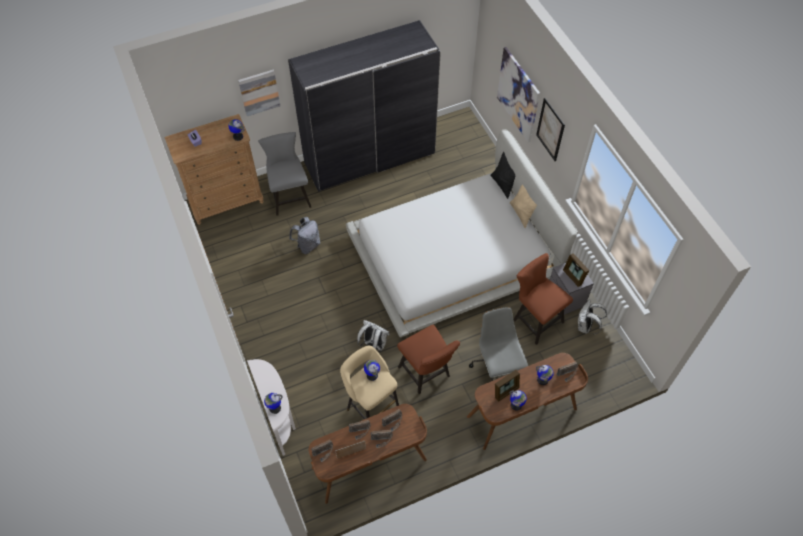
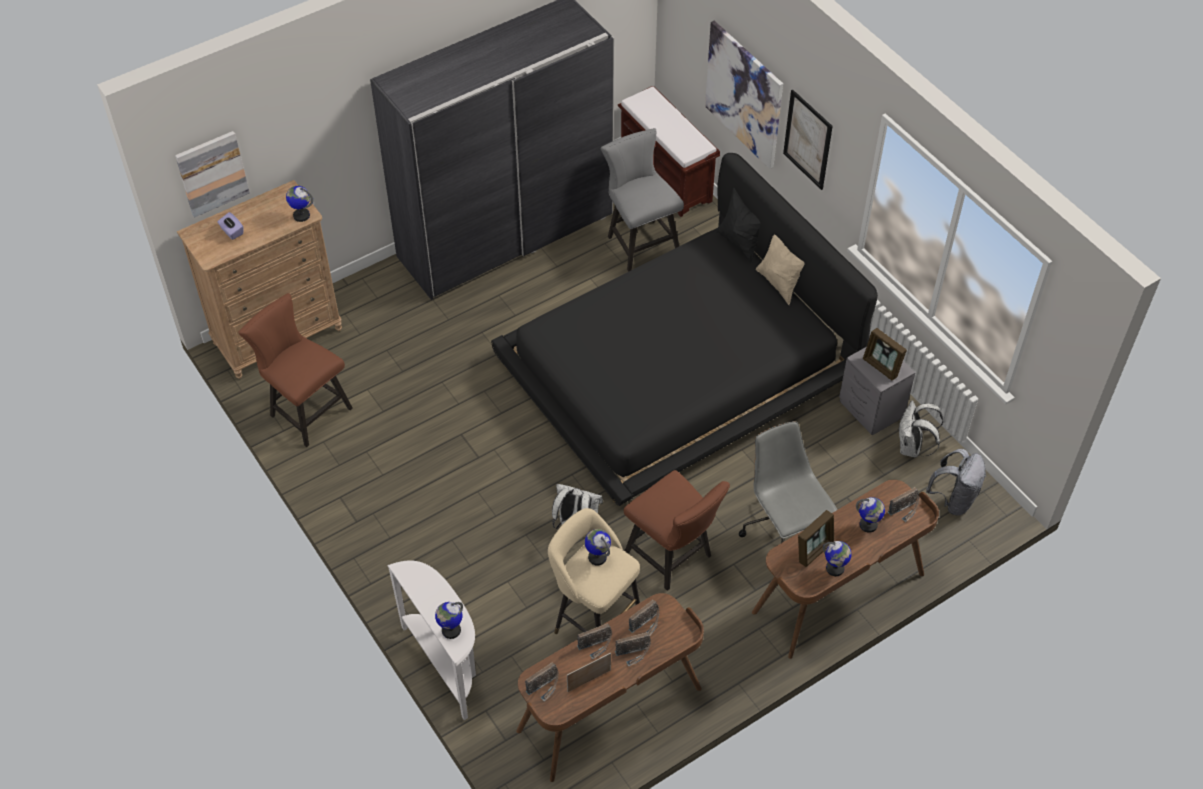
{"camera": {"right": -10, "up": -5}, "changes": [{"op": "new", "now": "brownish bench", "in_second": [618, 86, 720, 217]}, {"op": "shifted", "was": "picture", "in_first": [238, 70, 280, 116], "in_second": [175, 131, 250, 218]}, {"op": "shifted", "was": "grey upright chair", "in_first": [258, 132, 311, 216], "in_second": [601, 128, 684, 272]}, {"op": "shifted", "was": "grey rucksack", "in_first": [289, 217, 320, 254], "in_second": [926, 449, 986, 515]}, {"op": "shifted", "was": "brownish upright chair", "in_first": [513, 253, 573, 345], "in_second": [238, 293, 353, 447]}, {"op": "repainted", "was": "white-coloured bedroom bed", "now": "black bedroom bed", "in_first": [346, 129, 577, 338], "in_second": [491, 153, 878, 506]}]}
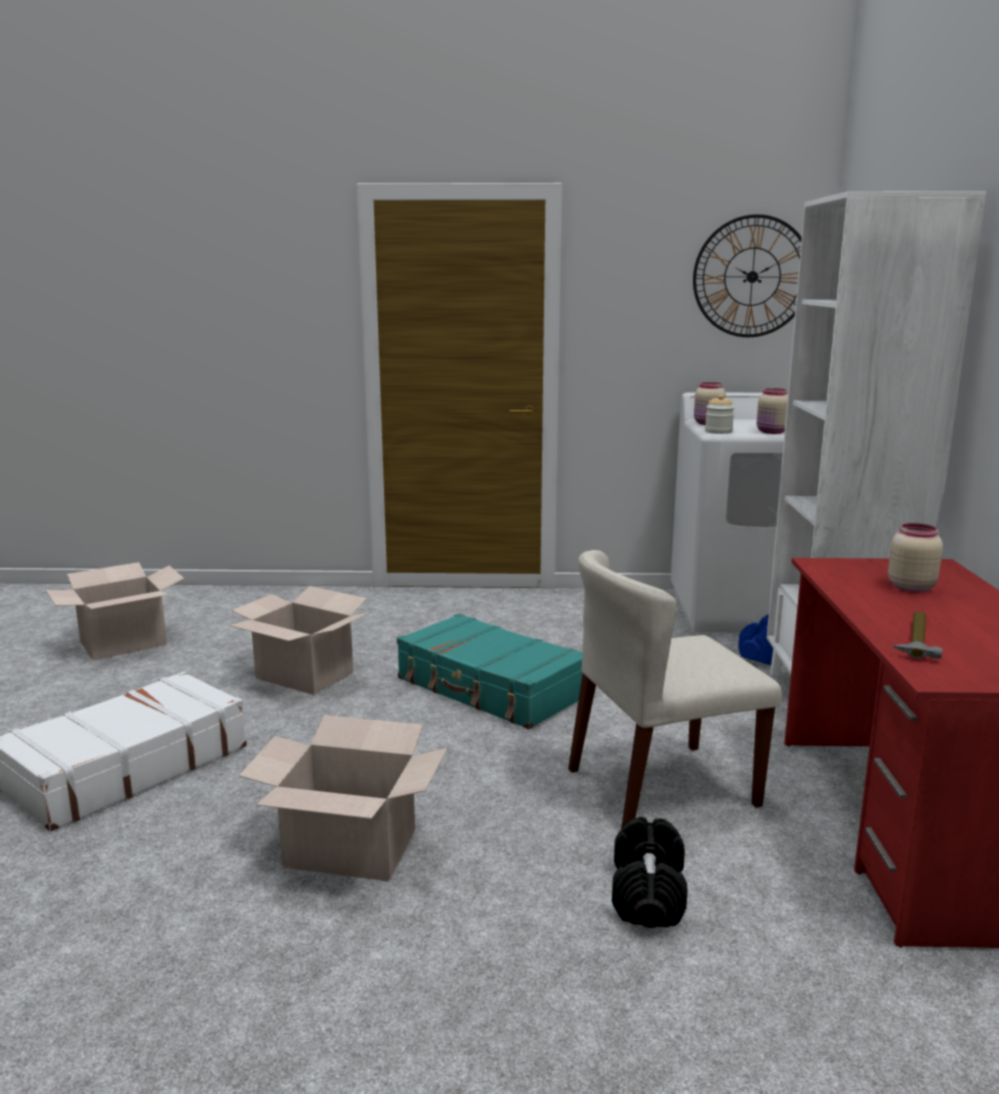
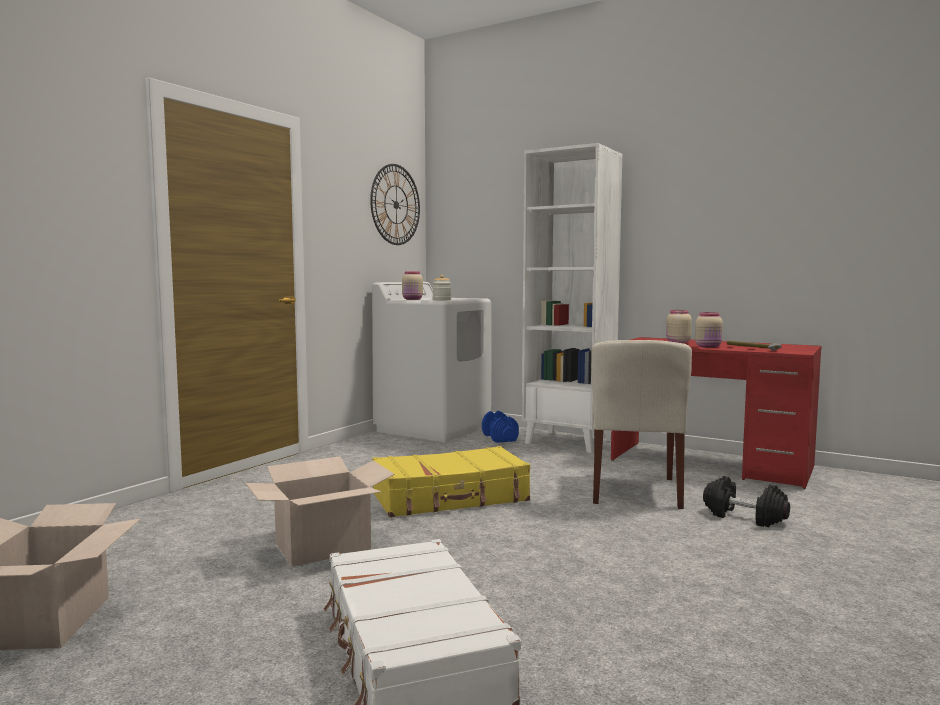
{"camera": {"right": -60, "up": -10}, "changes": [{"op": "gone", "was": "carton", "in_first": [239, 715, 448, 881]}, {"op": "shifted", "was": "beige-coloured preserve jar", "in_first": [757, 388, 788, 434], "in_second": [695, 312, 723, 348]}, {"op": "repainted", "was": "turquoise travel case", "now": "yellowish travel case", "in_first": [397, 613, 583, 729], "in_second": [372, 446, 530, 517]}]}
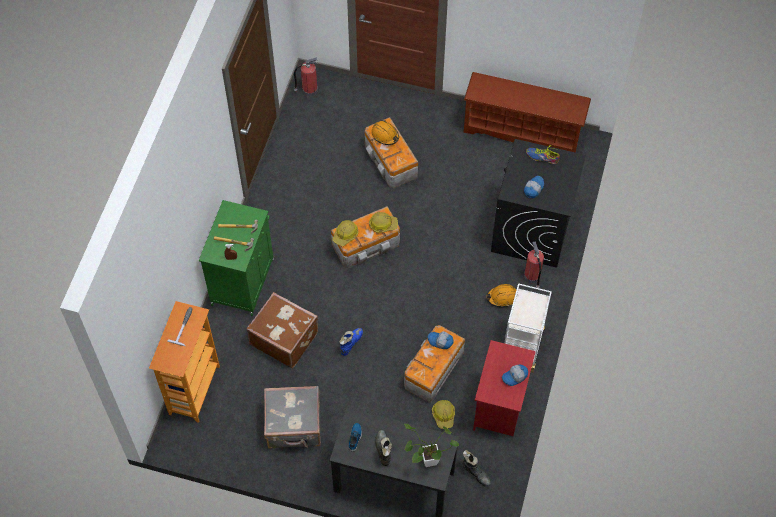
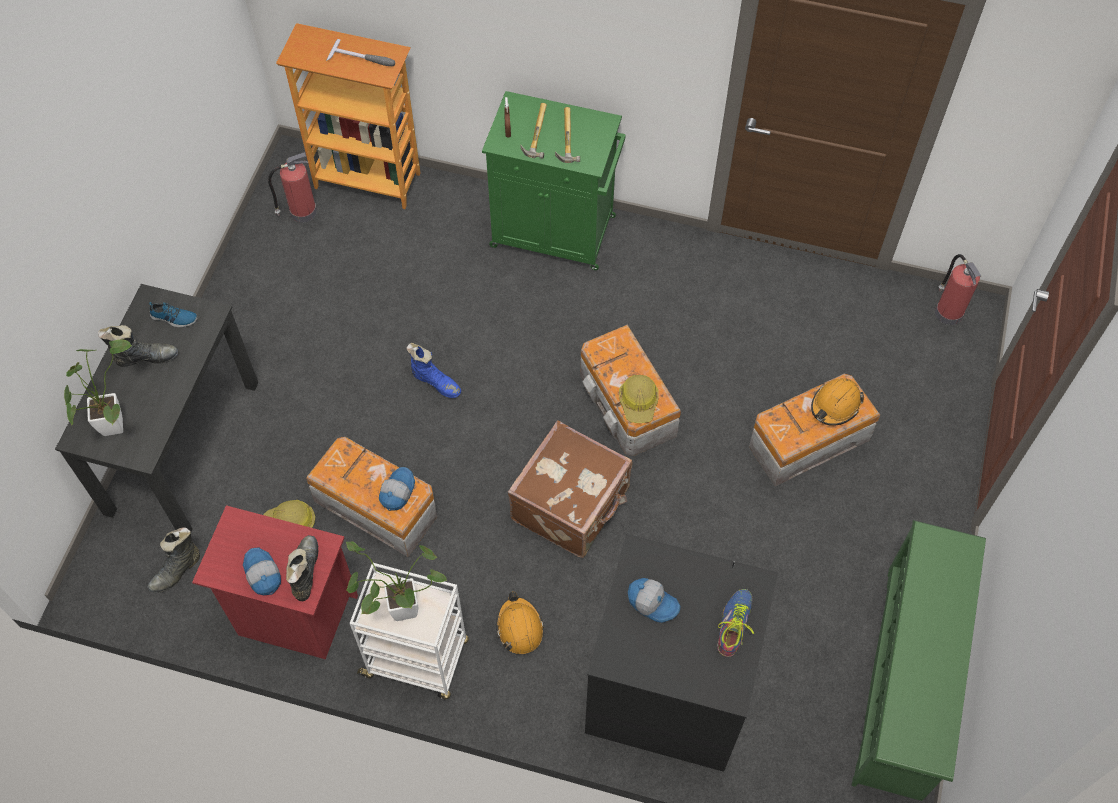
{"camera": {"right": 90, "up": 0}, "changes": [{"op": "gone", "was": "grey travel case", "in_first": [264, 386, 321, 449]}, {"op": "gone", "was": "work helmet", "in_first": [333, 220, 358, 246]}, {"op": "new", "now": "black tall boot", "in_second": [286, 535, 318, 601]}, {"op": "new", "now": "plant in a pot", "in_second": [346, 541, 447, 621]}, {"op": "shifted", "was": "brownish travel case", "in_first": [246, 292, 318, 368], "in_second": [508, 420, 633, 558]}, {"op": "shifted", "was": "fire-fighting cylinder", "in_first": [524, 241, 544, 288], "in_second": [268, 152, 317, 222]}, {"op": "repainted", "was": "brownish shoe rack", "now": "green shoe rack", "in_first": [464, 72, 591, 153], "in_second": [851, 520, 986, 801]}]}
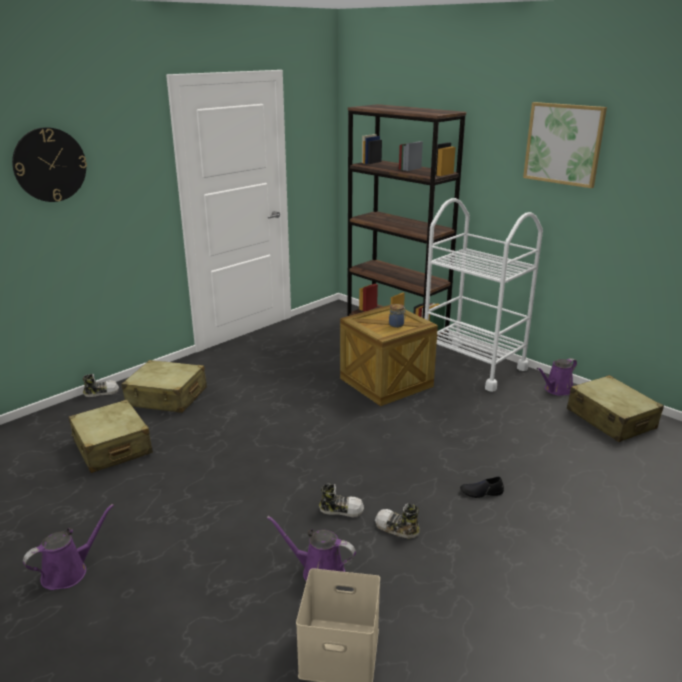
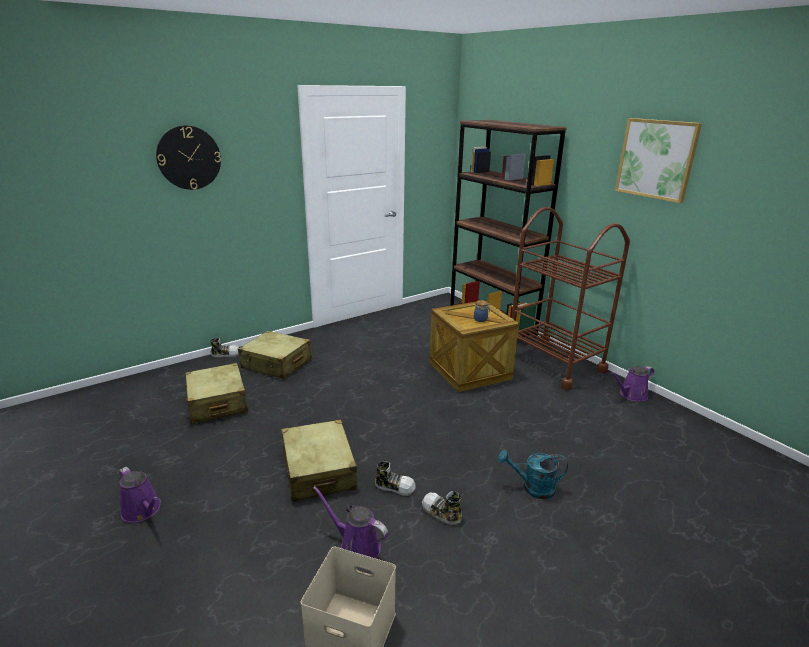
{"camera": {"right": 10, "up": 0}, "changes": [{"op": "shifted", "was": "beige-coloured travel case", "in_first": [567, 375, 664, 442], "in_second": [281, 419, 357, 502]}, {"op": "swapped", "was": "black item of footwear", "now": "turquoise watering can", "in_first": [460, 477, 504, 498], "in_second": [498, 450, 568, 499]}, {"op": "repainted", "was": "white-coloured wheeled cart", "now": "brownish wheeled cart", "in_first": [425, 198, 543, 392], "in_second": [512, 207, 630, 390]}, {"op": "rotated", "was": "purplish watering can", "in_first": [23, 504, 114, 590], "in_second": [119, 467, 161, 523], "clockwise": 75}]}
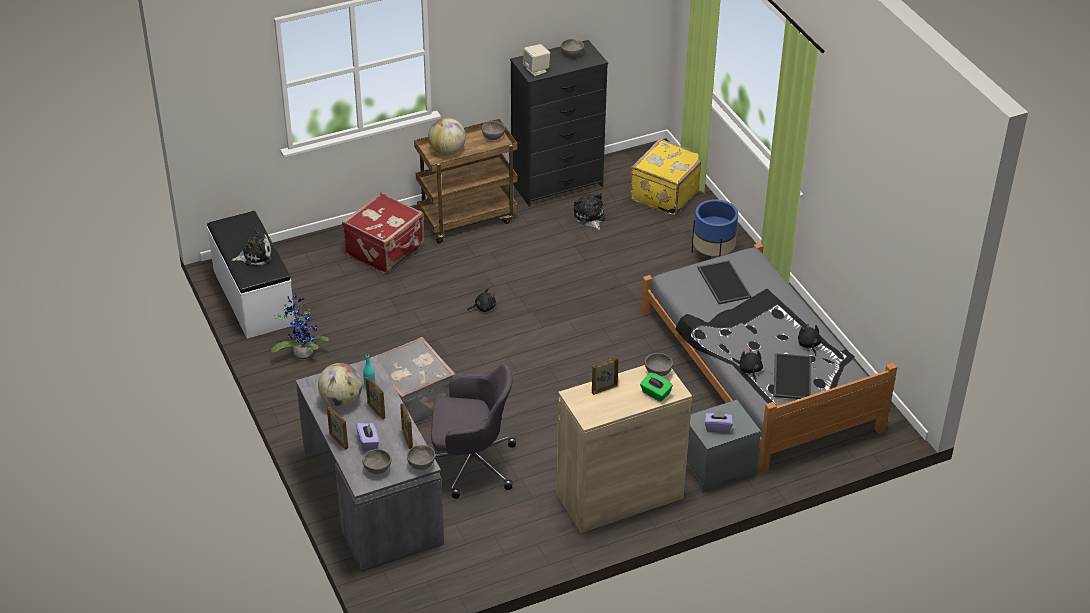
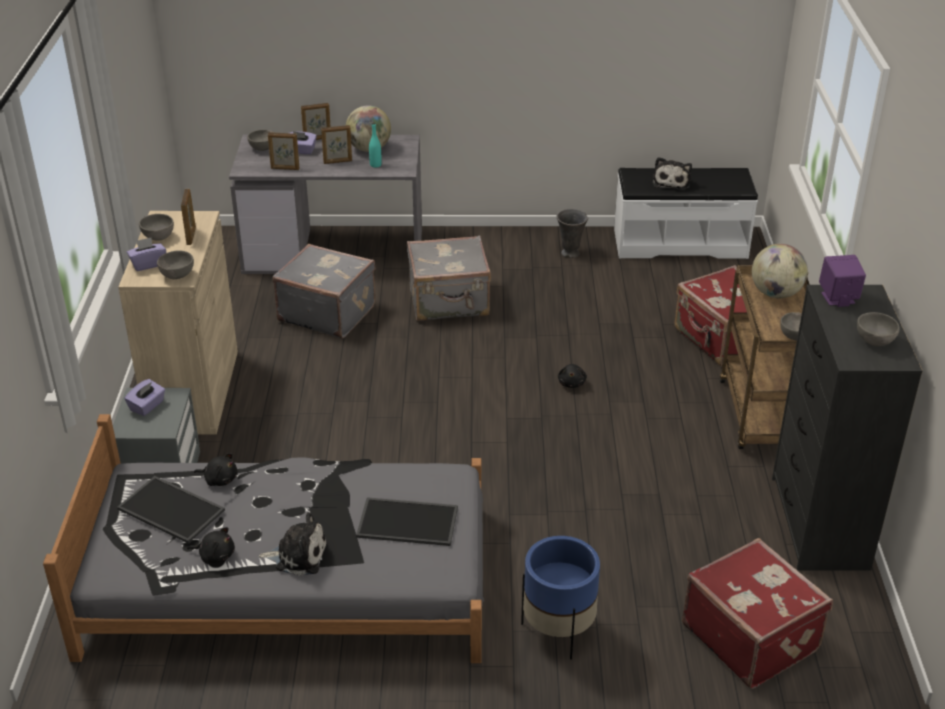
{"camera": {"right": 115, "up": -5}, "changes": [{"op": "shifted", "was": "grey deep dish", "in_first": [407, 445, 435, 470], "in_second": [139, 214, 174, 241]}, {"op": "shifted", "was": "cuddly toy", "in_first": [573, 193, 605, 230], "in_second": [259, 512, 328, 576]}, {"op": "swapped", "was": "plant in a pot", "now": "grey vase", "in_first": [271, 293, 329, 360], "in_second": [557, 209, 588, 258]}, {"op": "swapped", "was": "grey computer chair", "now": "grey travel case", "in_first": [431, 364, 516, 499], "in_second": [272, 244, 375, 338]}, {"op": "repainted", "was": "beige-coloured speaker", "now": "purplish speaker", "in_first": [523, 44, 550, 76], "in_second": [819, 255, 866, 307]}, {"op": "repainted", "was": "yellowish travel case", "now": "reddish travel case", "in_first": [630, 139, 701, 216], "in_second": [682, 538, 833, 689]}, {"op": "repainted", "was": "green box of tissues", "now": "purplish box of tissues", "in_first": [640, 372, 673, 402], "in_second": [127, 238, 166, 271]}]}
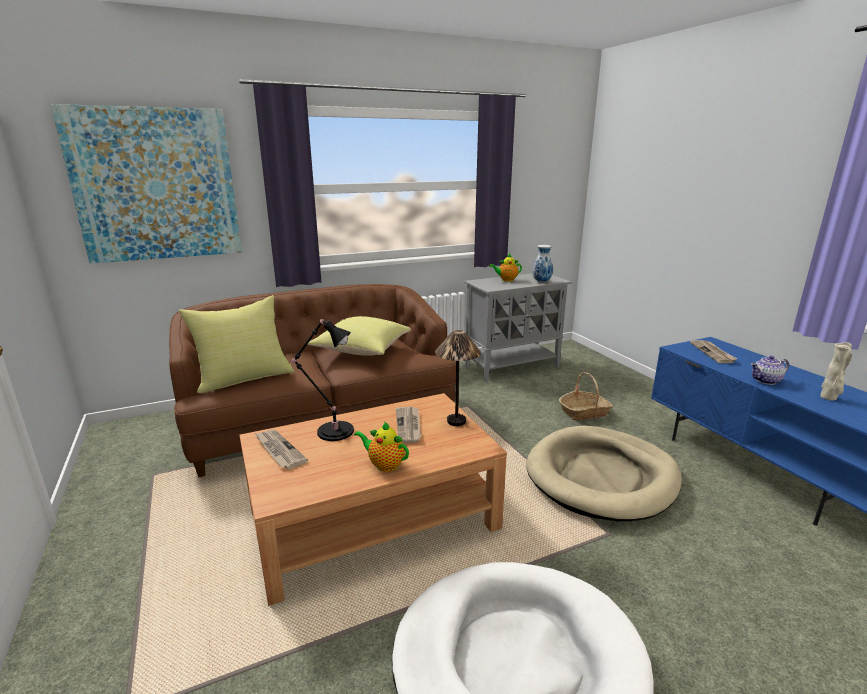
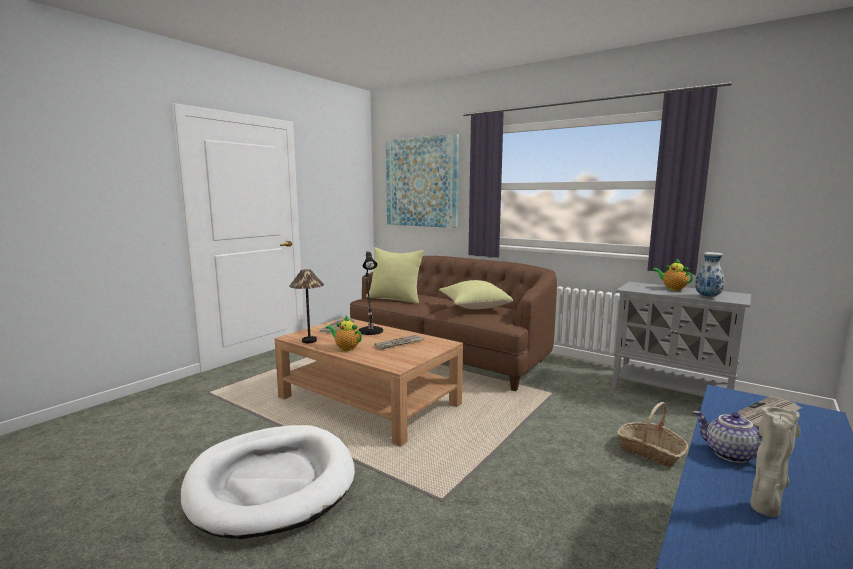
{"camera": {"right": 60, "up": -10}, "changes": [{"op": "gone", "was": "beige-coloured dog bed", "in_first": [526, 426, 682, 521]}, {"op": "shifted", "was": "table lamp", "in_first": [435, 330, 481, 426], "in_second": [289, 269, 324, 343]}, {"op": "rotated", "was": "pot for tea", "in_first": [354, 421, 409, 472], "in_second": [326, 316, 362, 351], "clockwise": -60}]}
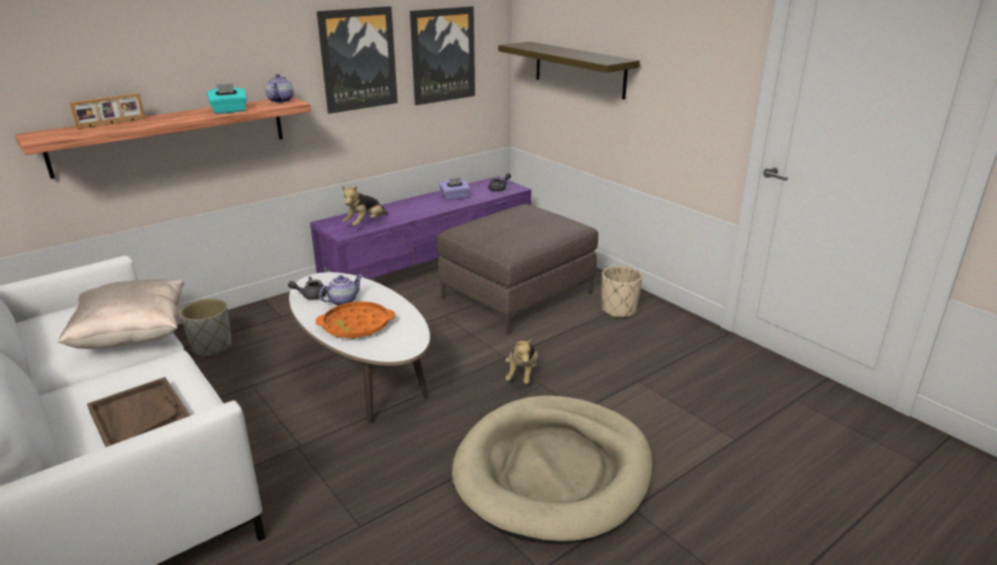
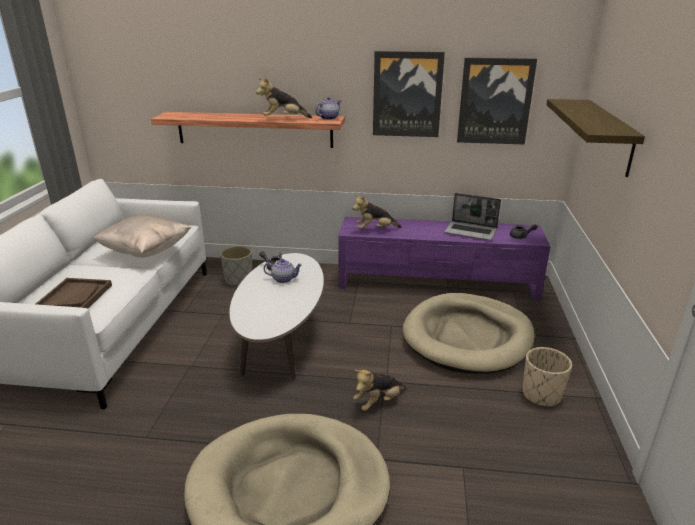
{"camera": {"right": 45, "up": 0}, "changes": [{"op": "gone", "was": "photo frame", "in_first": [69, 93, 145, 130]}, {"op": "gone", "was": "orange tray", "in_first": [316, 301, 395, 339]}, {"op": "swapped", "was": "turquoise box of tissues", "now": "cuddly toy", "in_first": [207, 83, 247, 114], "in_second": [256, 78, 312, 118]}, {"op": "swapped", "was": "brownish ottoman", "now": "beige-coloured dog bed", "in_first": [437, 204, 598, 335], "in_second": [403, 293, 535, 374]}, {"op": "swapped", "was": "purplish box of tissues", "now": "portable computer", "in_first": [439, 178, 470, 201], "in_second": [444, 193, 501, 240]}]}
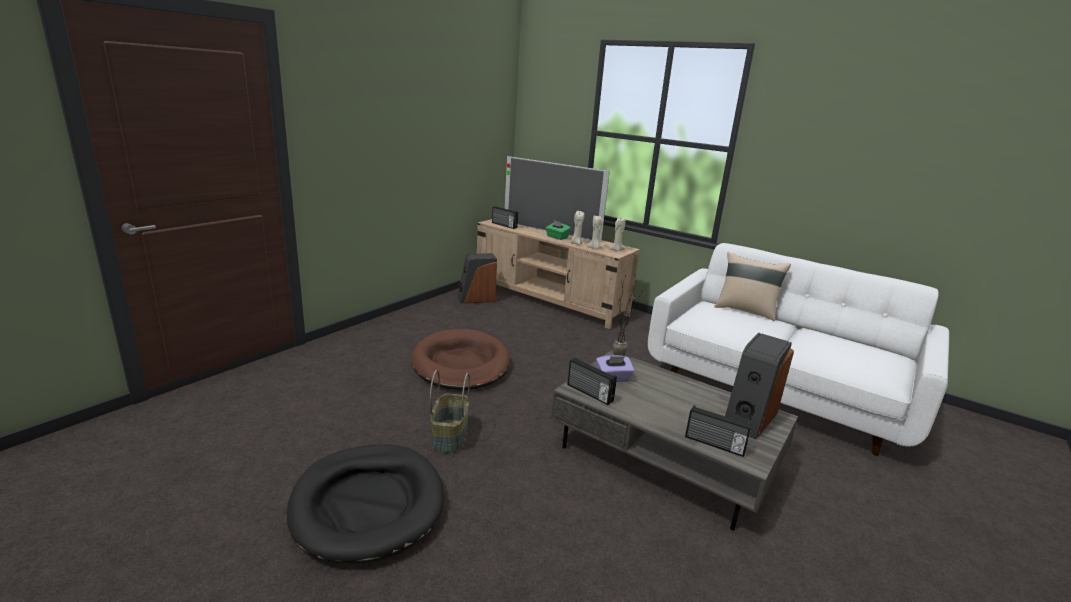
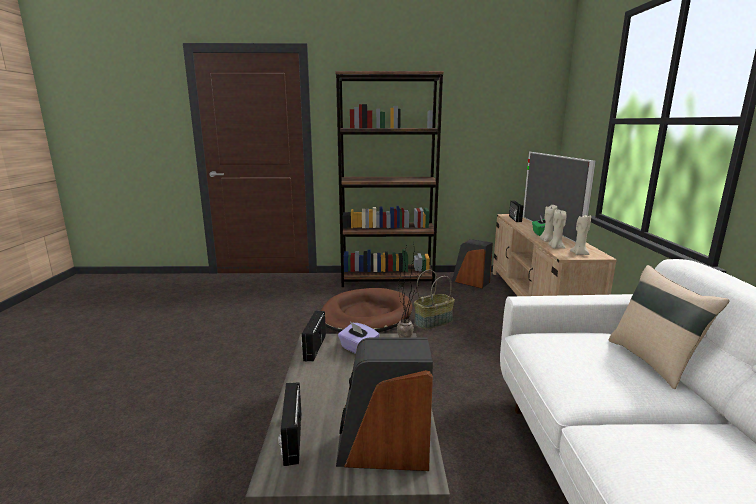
{"camera": {"right": 55, "up": -5}, "changes": [{"op": "gone", "was": "black dog bed", "in_first": [287, 444, 444, 563]}, {"op": "new", "now": "brownish bookcase", "in_second": [335, 71, 444, 287]}, {"op": "shifted", "was": "household basket", "in_first": [430, 370, 470, 453], "in_second": [414, 270, 455, 329]}]}
